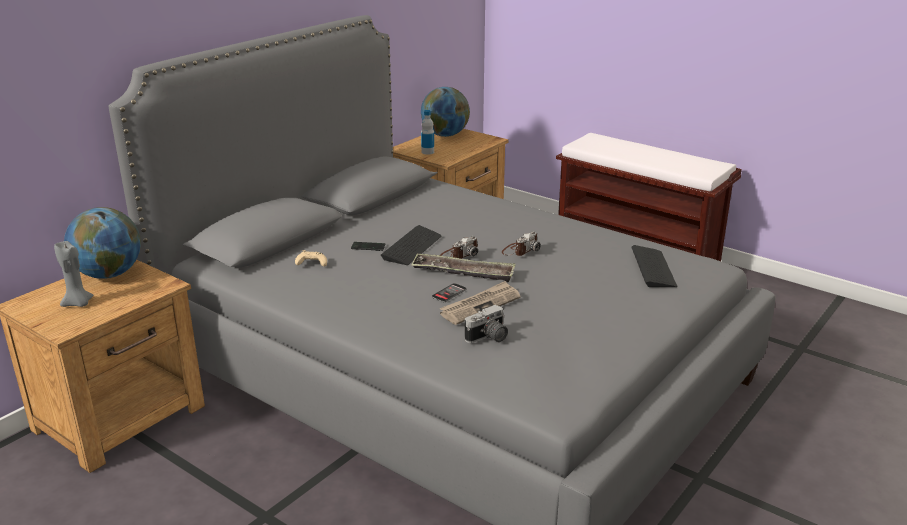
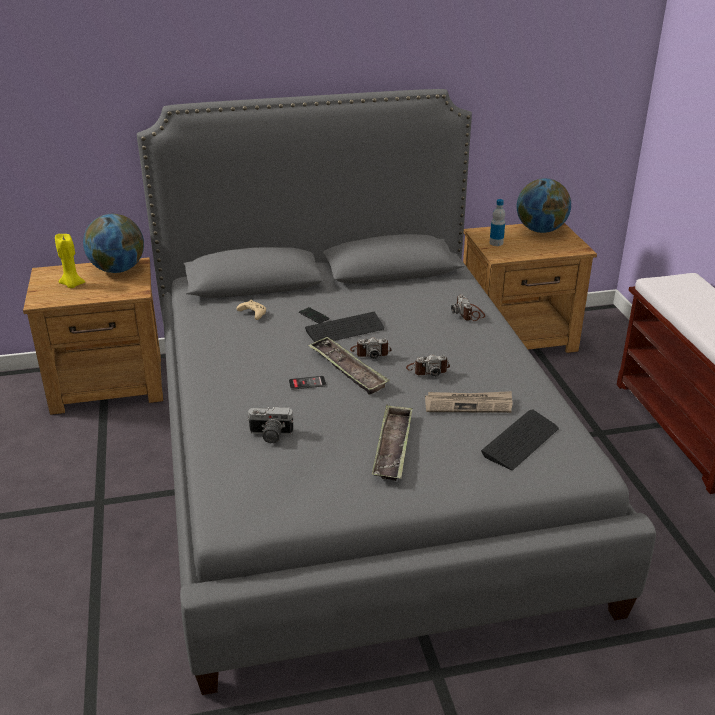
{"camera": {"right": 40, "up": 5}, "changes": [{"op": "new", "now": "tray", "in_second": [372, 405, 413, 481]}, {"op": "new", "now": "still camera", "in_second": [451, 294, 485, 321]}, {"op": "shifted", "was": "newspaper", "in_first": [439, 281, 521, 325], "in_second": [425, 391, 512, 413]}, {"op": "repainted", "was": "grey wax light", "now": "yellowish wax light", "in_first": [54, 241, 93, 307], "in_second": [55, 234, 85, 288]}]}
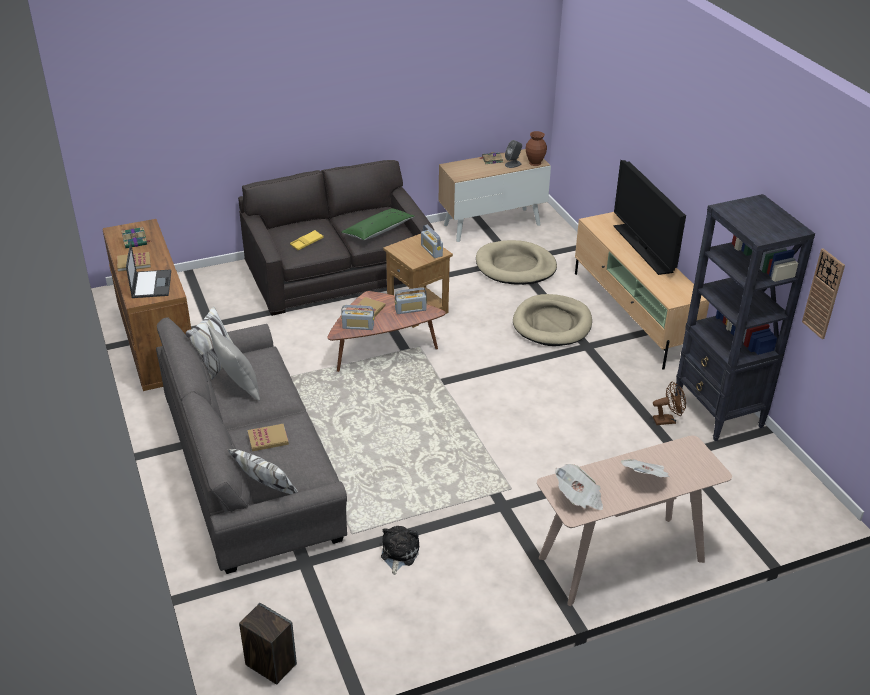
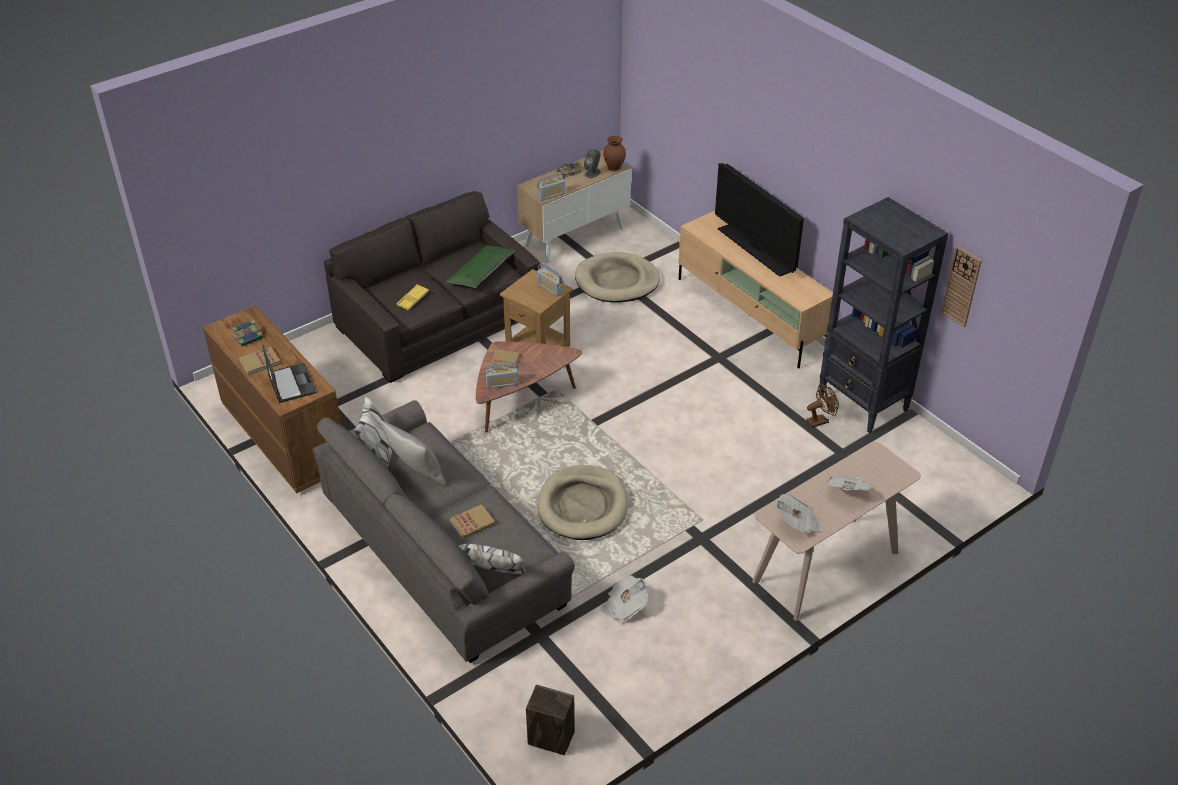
{"camera": {"right": -15, "up": 5}, "changes": [{"op": "shifted", "was": "radio set", "in_first": [395, 287, 427, 314], "in_second": [537, 172, 565, 201]}, {"op": "shifted", "was": "beige-coloured dog bed", "in_first": [513, 294, 592, 346], "in_second": [537, 465, 629, 540]}, {"op": "swapped", "was": "cuddly toy", "now": "newspaper", "in_first": [381, 526, 419, 575], "in_second": [601, 575, 648, 623]}]}
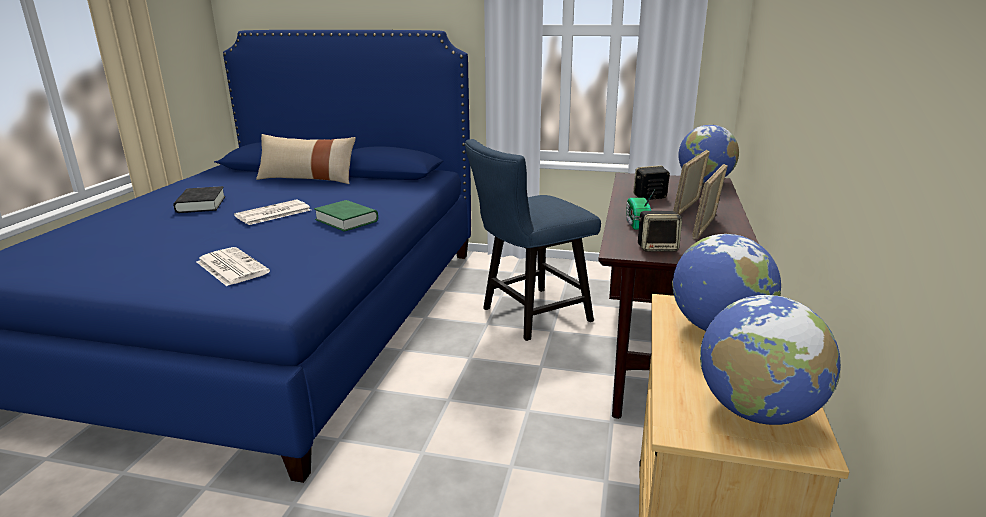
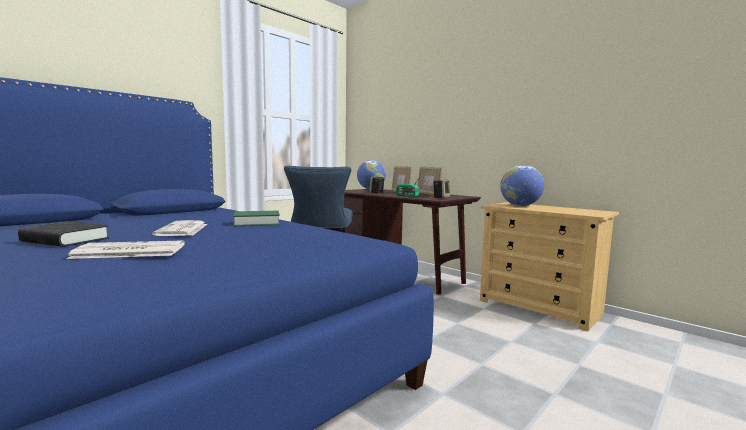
{"camera": {"right": -60, "up": -15}, "changes": [{"op": "gone", "was": "beige-coloured pillow", "in_first": [256, 134, 356, 184]}, {"op": "gone", "was": "globe", "in_first": [700, 295, 841, 425]}, {"op": "shifted", "was": "newspaper", "in_first": [197, 247, 270, 286], "in_second": [66, 240, 185, 259]}]}
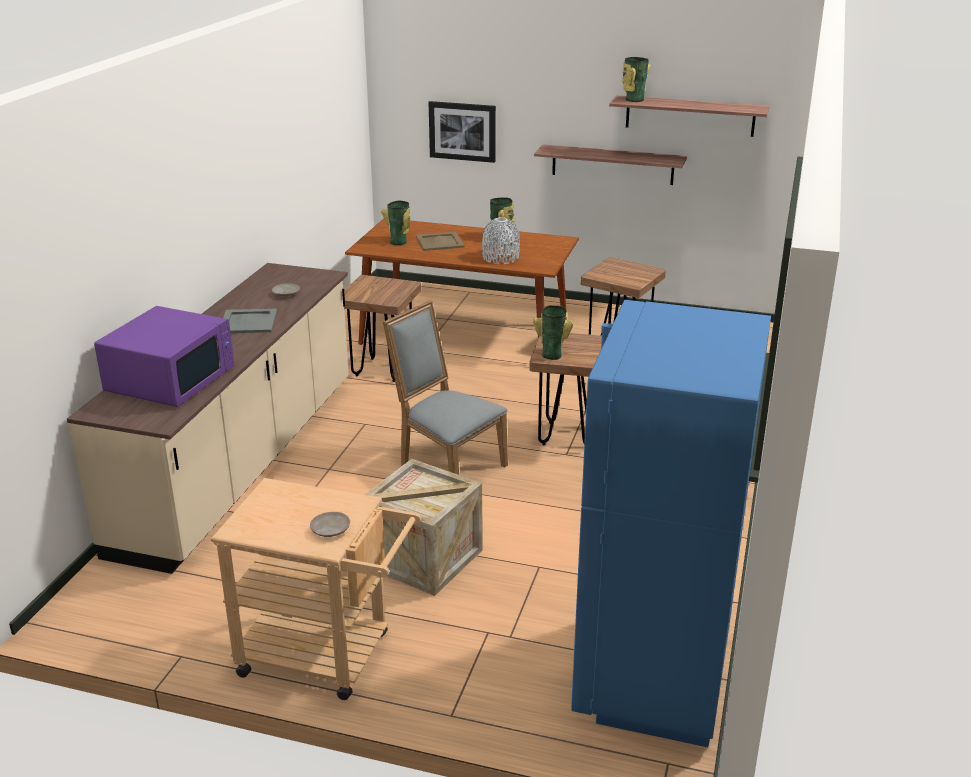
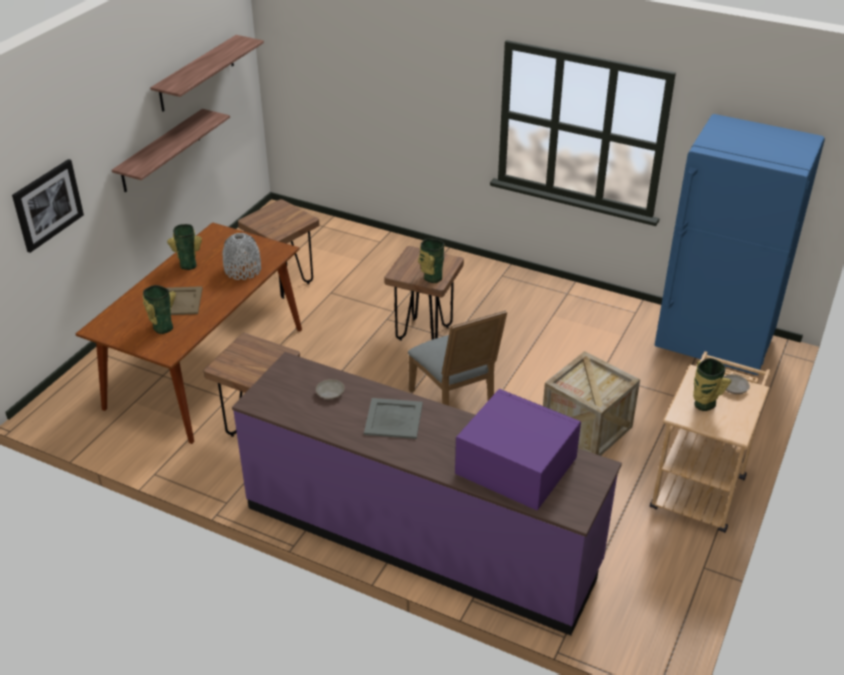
{"camera": {"right": -80, "up": 10}, "changes": [{"op": "shifted", "was": "vase", "in_first": [622, 57, 651, 102], "in_second": [693, 358, 732, 411]}, {"op": "repainted", "was": "beige-coloured kitchen counter", "now": "purplish kitchen counter", "in_first": [67, 263, 349, 574], "in_second": [232, 352, 622, 636]}, {"op": "rotated", "was": "grey upright chair", "in_first": [383, 301, 508, 475], "in_second": [408, 310, 507, 406], "clockwise": -75}]}
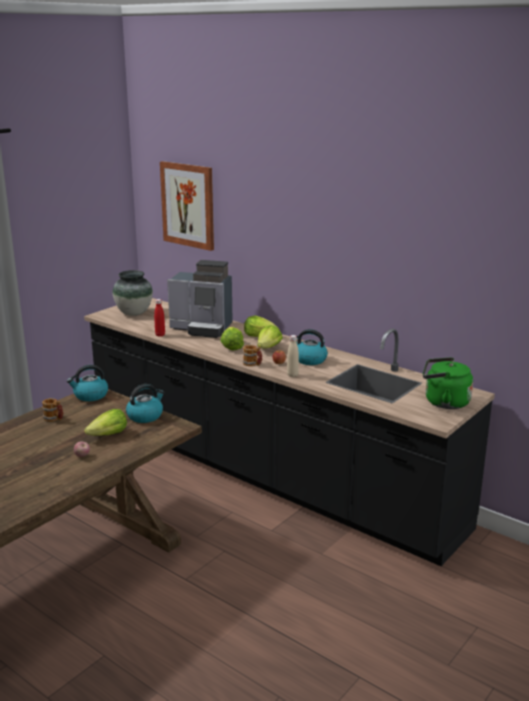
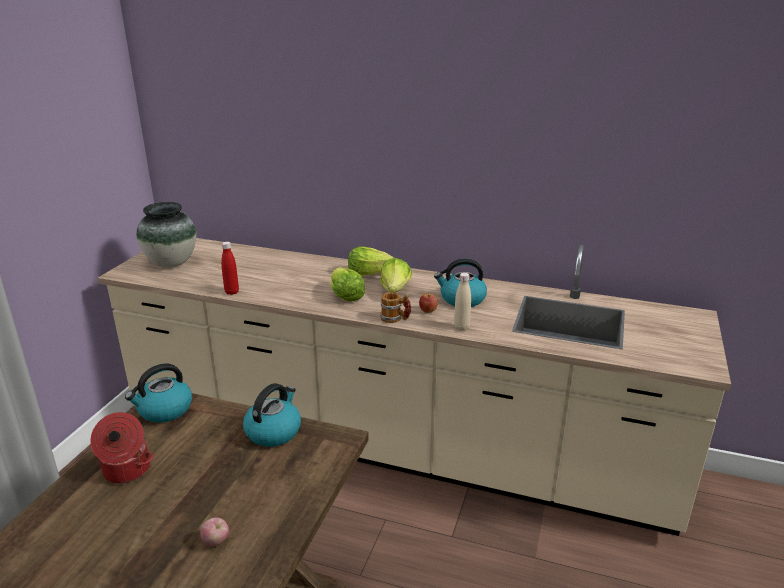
{"camera": {"right": -20, "up": 5}, "changes": [{"op": "gone", "was": "lettuce head", "in_first": [84, 409, 127, 436]}, {"op": "gone", "was": "picture", "in_first": [160, 161, 214, 251]}, {"op": "gone", "was": "coffee brewer", "in_first": [167, 260, 233, 338]}, {"op": "gone", "was": "green tea kettle", "in_first": [423, 357, 473, 409]}, {"op": "swapped", "was": "tea mug", "now": "stockpot", "in_first": [42, 398, 63, 422], "in_second": [90, 412, 154, 484]}, {"op": "repainted", "was": "black kitchen counter", "now": "beige-coloured kitchen counter", "in_first": [84, 298, 495, 566], "in_second": [98, 238, 731, 536]}]}
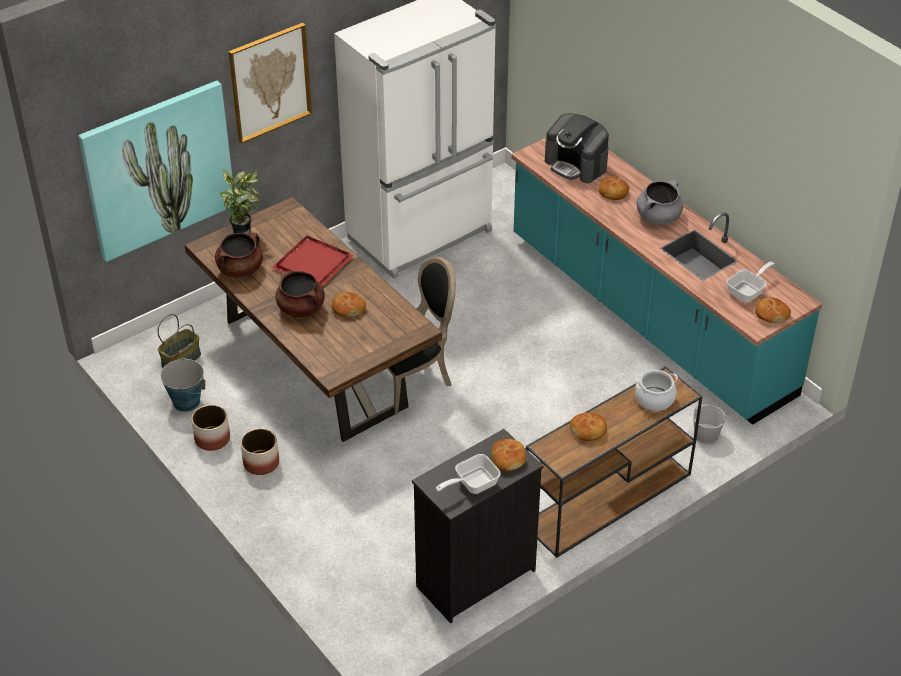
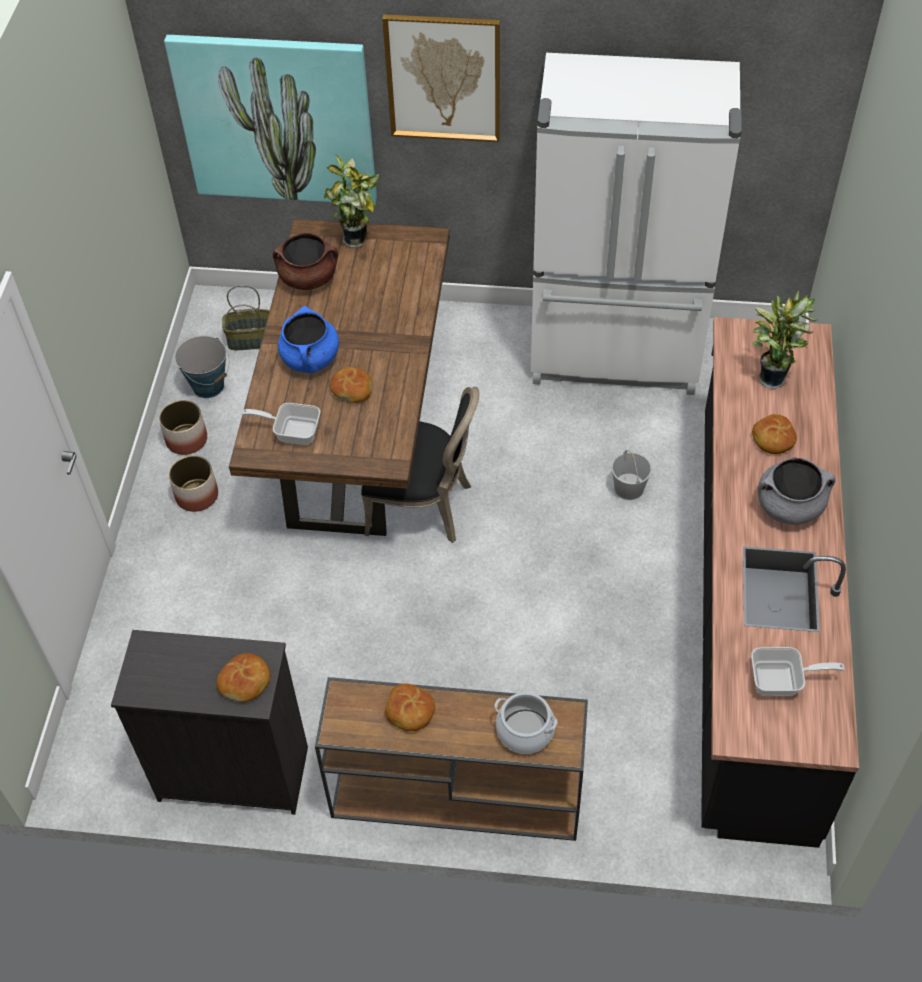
{"camera": {"right": 45, "up": 10}, "changes": [{"op": "gone", "was": "reddish tray", "in_first": [272, 236, 354, 286]}, {"op": "gone", "was": "bakery bread", "in_first": [755, 297, 791, 323]}, {"op": "shifted", "was": "frying pan", "in_first": [436, 454, 501, 494], "in_second": [242, 403, 320, 445]}, {"op": "shifted", "was": "white-coloured water bucket", "in_first": [693, 404, 726, 444], "in_second": [611, 450, 652, 500]}, {"op": "swapped", "was": "coffee brewer", "now": "plant in a pot", "in_first": [545, 113, 609, 183], "in_second": [752, 290, 819, 389]}, {"op": "repainted", "was": "brownish stockpot", "now": "blue stockpot", "in_first": [276, 271, 325, 317], "in_second": [278, 306, 339, 373]}, {"op": "repainted", "was": "turquoise kitchen counter", "now": "black kitchen counter", "in_first": [511, 138, 822, 425], "in_second": [701, 317, 859, 848]}]}
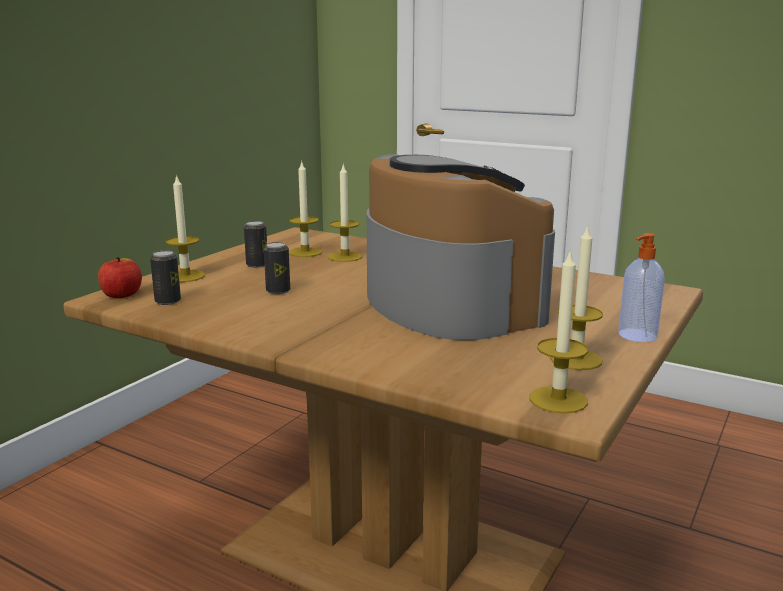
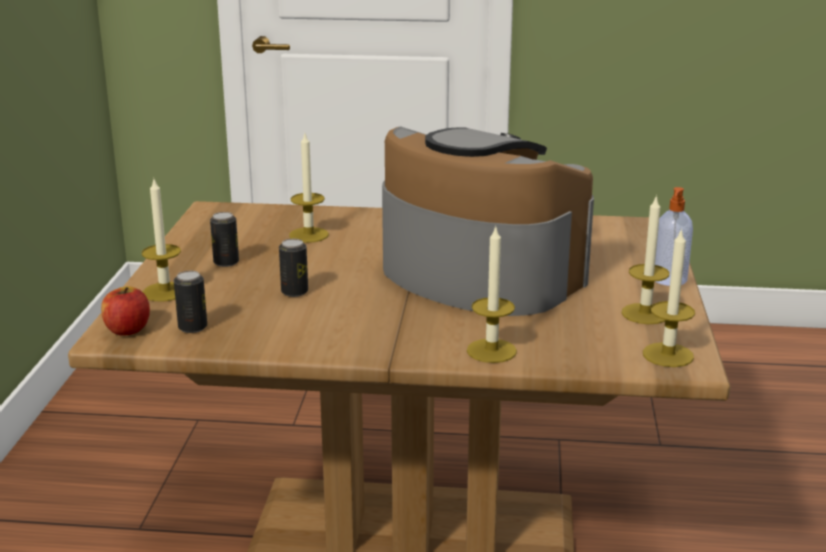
{"camera": {"right": -25, "up": 5}, "changes": [{"op": "shifted", "was": "wax light", "in_first": [289, 162, 322, 257], "in_second": [467, 226, 517, 363]}]}
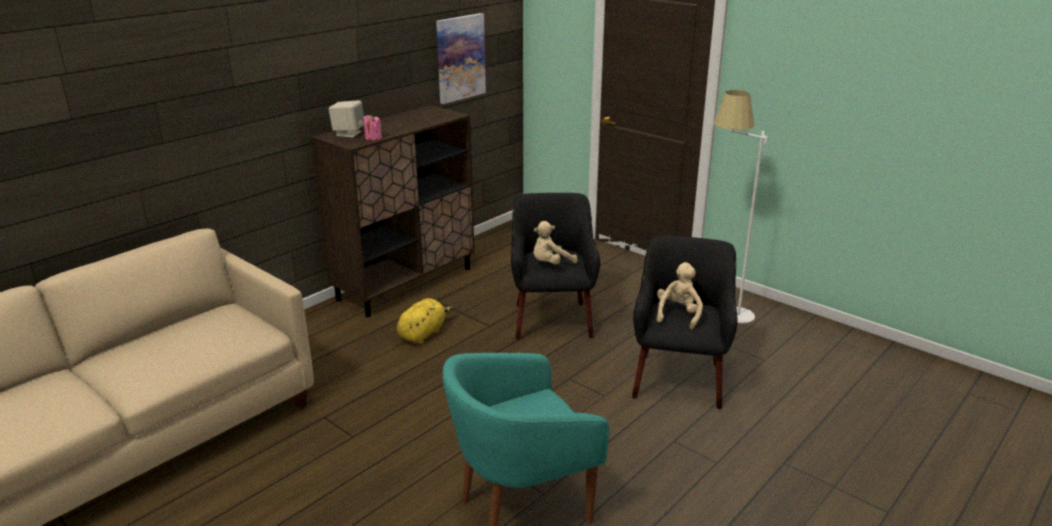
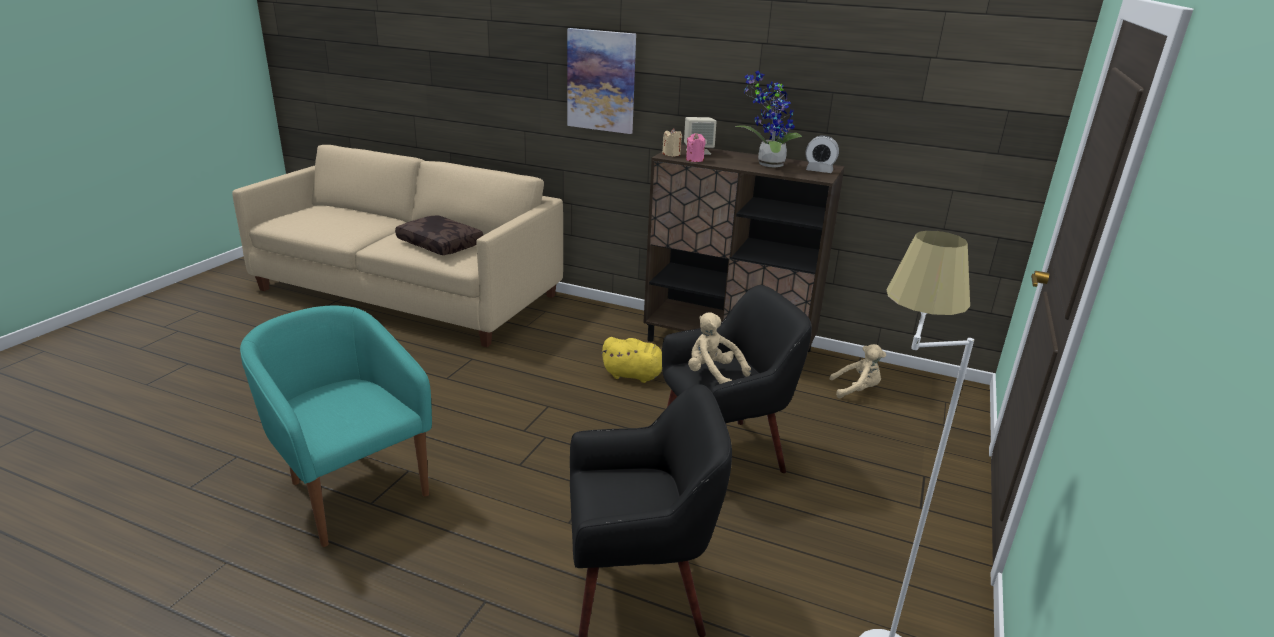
{"camera": {"right": 70, "up": 0}, "changes": [{"op": "new", "now": "brownish pillow", "in_second": [395, 215, 483, 255]}, {"op": "new", "now": "beige-coloured wax light", "in_second": [662, 128, 682, 156]}, {"op": "new", "now": "plant in a pot", "in_second": [735, 71, 802, 168]}, {"op": "new", "now": "table clock", "in_second": [806, 135, 839, 173]}, {"op": "shifted", "was": "picture", "in_first": [436, 13, 486, 104], "in_second": [567, 28, 636, 134]}, {"op": "shifted", "was": "beige-coloured cuddly toy", "in_first": [657, 262, 703, 329], "in_second": [829, 344, 886, 398]}]}
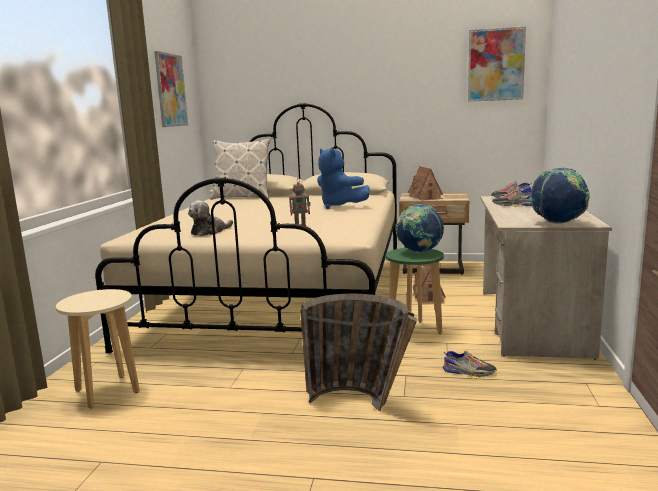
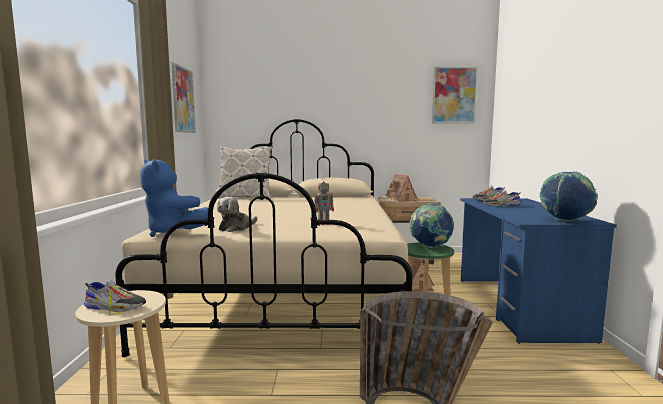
{"camera": {"right": -10, "up": -5}, "changes": [{"op": "shifted", "was": "blue cuddly toy", "in_first": [317, 148, 370, 209], "in_second": [140, 159, 208, 237]}, {"op": "shifted", "was": "item of footwear", "in_first": [442, 350, 496, 380], "in_second": [84, 280, 146, 315]}, {"op": "repainted", "was": "beige-coloured desk table", "now": "blue desk table", "in_first": [480, 196, 612, 360], "in_second": [460, 198, 617, 344]}]}
